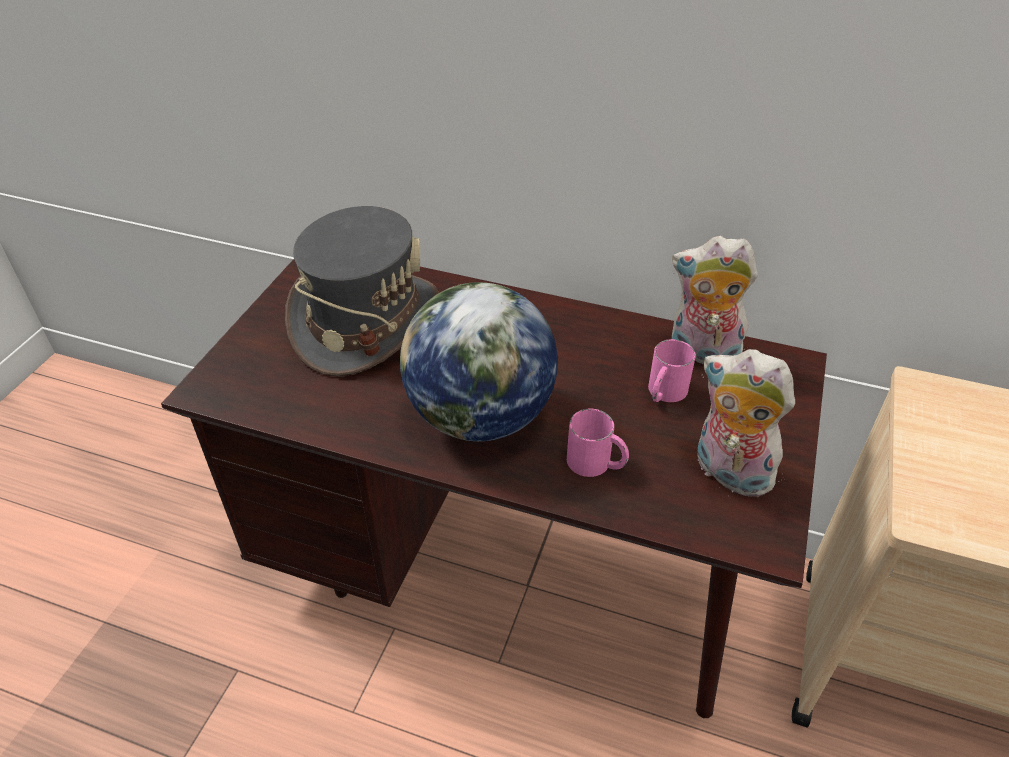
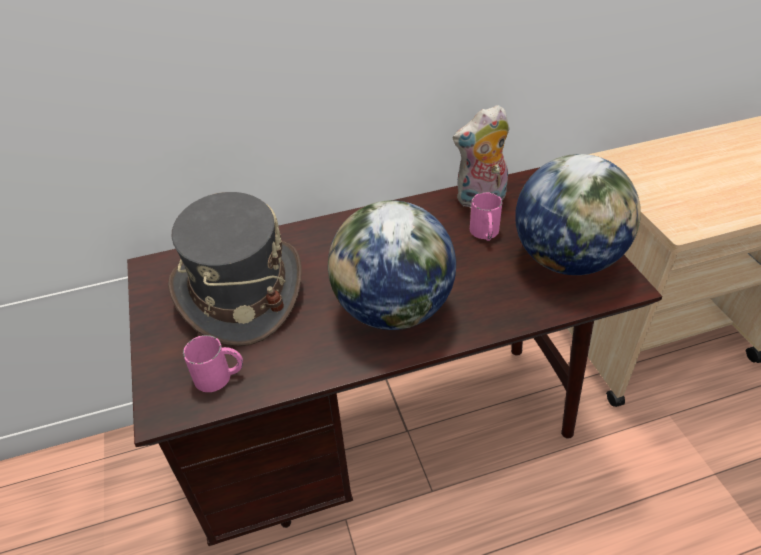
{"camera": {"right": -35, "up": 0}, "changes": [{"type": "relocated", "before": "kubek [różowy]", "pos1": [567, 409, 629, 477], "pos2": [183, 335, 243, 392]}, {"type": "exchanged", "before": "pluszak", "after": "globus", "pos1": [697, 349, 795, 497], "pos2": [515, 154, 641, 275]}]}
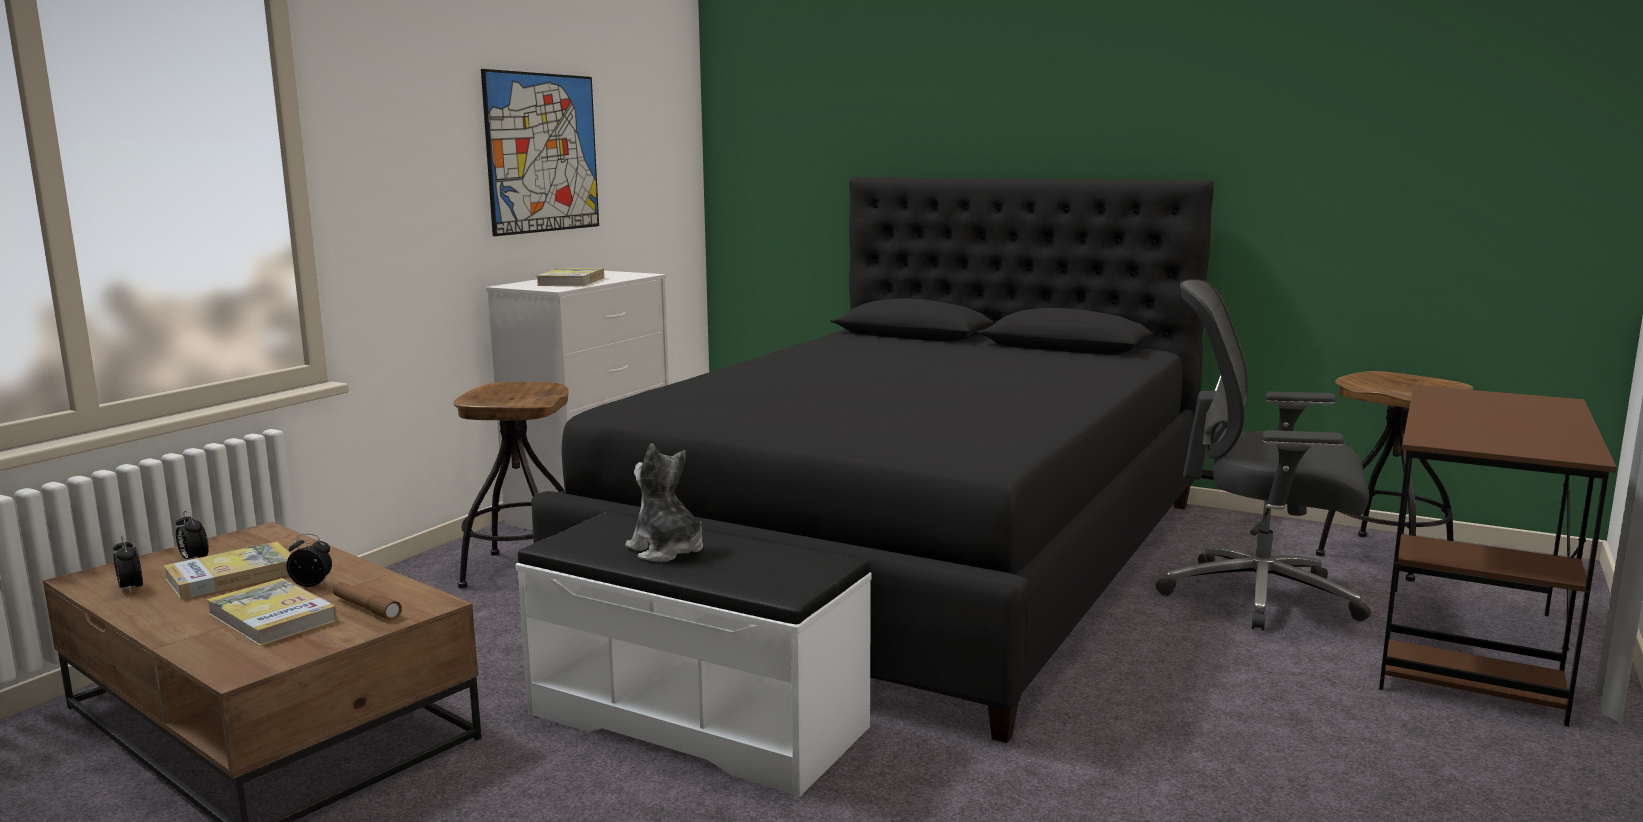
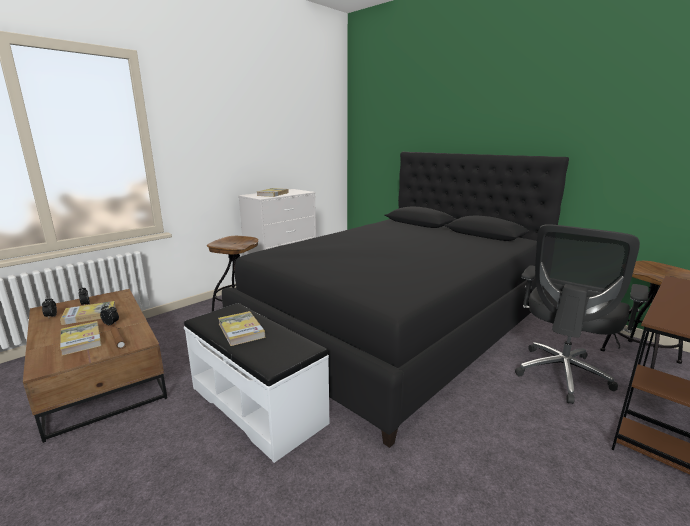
{"camera": {"right": 15, "up": 5}, "changes": [{"type": "exchanged", "before": "pluszak", "after": "książka", "pos1": [625, 443, 703, 562], "pos2": [218, 311, 265, 346]}, {"type": "spun", "before": "krzesło biurowe", "pos1": [1156, 279, 1371, 631], "pos2": [515, 224, 649, 404], "turn": -90}, {"type": "missing", "before": "obraz", "pos1": [481, 69, 599, 236]}]}
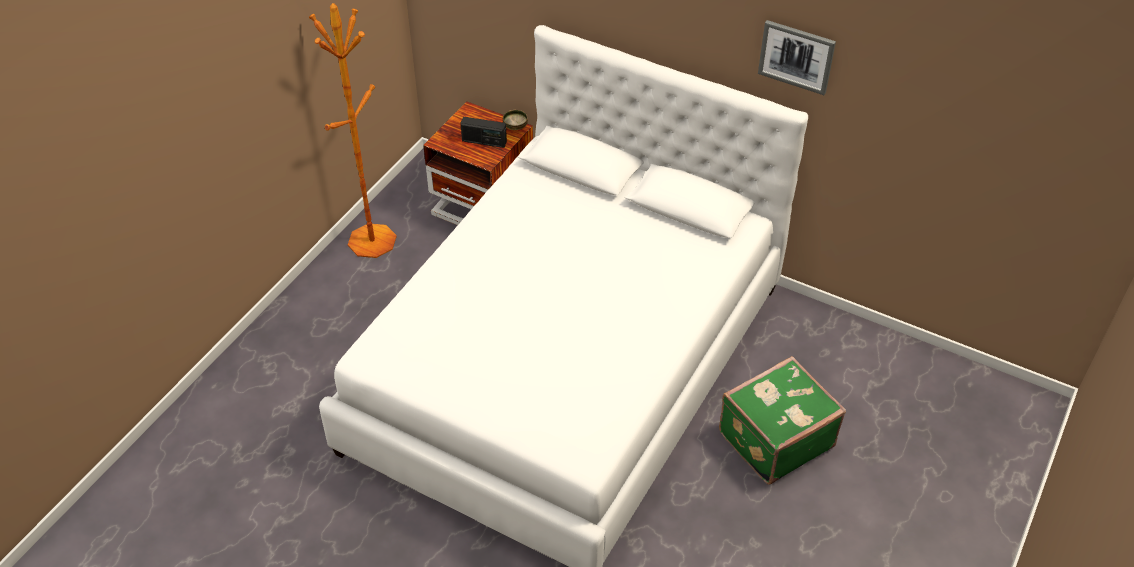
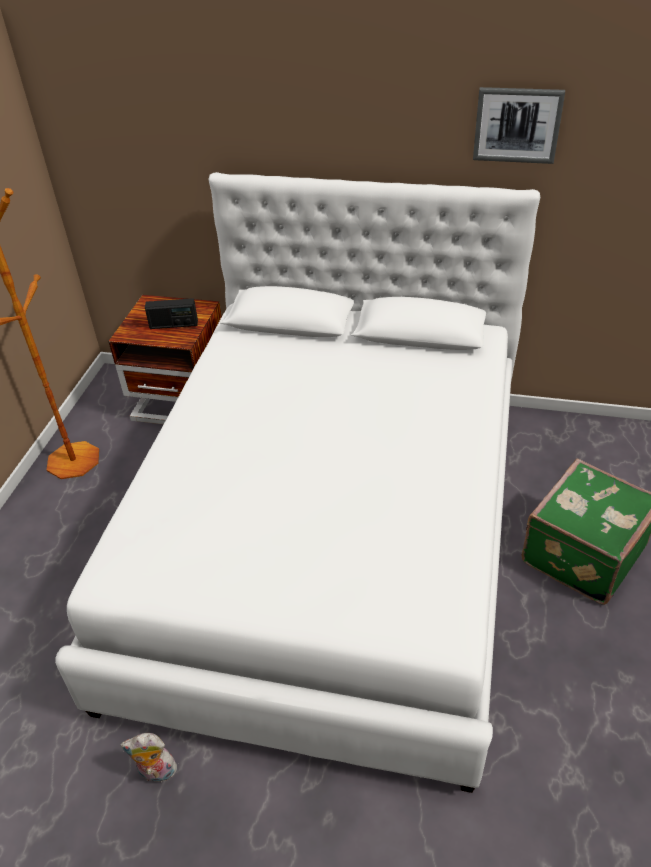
{"camera": {"right": -15, "up": -5}, "changes": [{"type": "appeared", "after": "pluszak", "pos2": [120, 733, 177, 782]}, {"type": "missing", "before": "miska", "pos1": [503, 110, 528, 130]}]}
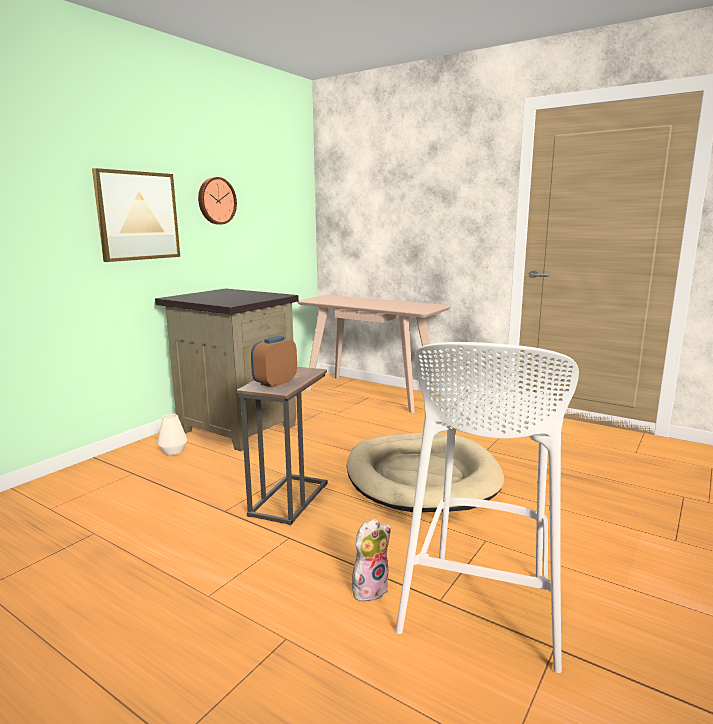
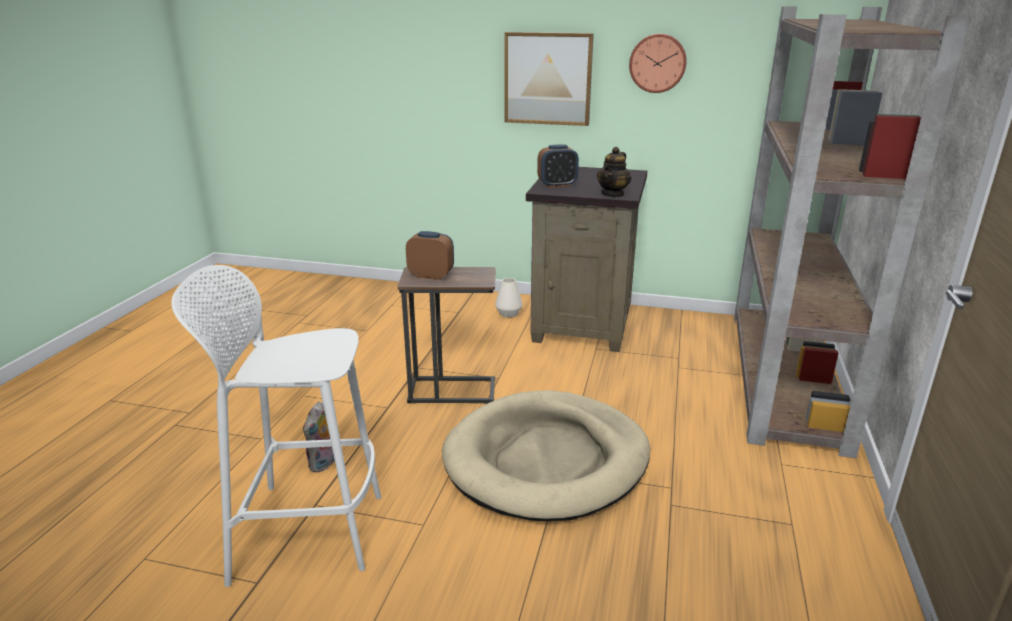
{"camera": {"right": 70, "up": 10}, "changes": [{"type": "spun", "before": "pluszak", "pos1": [352, 519, 391, 602], "pos2": [303, 401, 335, 473], "turn": 75}, {"type": "appeared", "after": "budzik", "pos2": [537, 145, 579, 188]}, {"type": "appeared", "after": "imbryk", "pos2": [597, 147, 631, 198]}, {"type": "exchanged", "before": "stolik konsolowy [beżowy]", "after": "regał [brązowy]", "pos1": [297, 295, 451, 413], "pos2": [734, 6, 971, 458]}]}
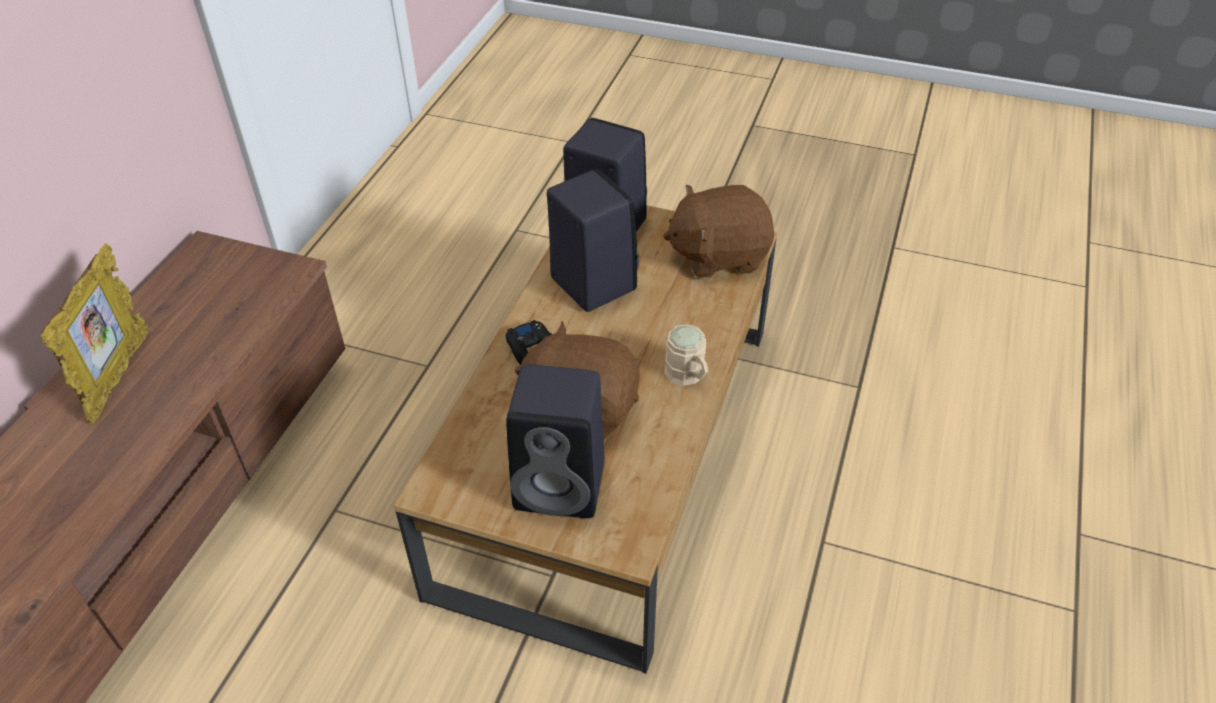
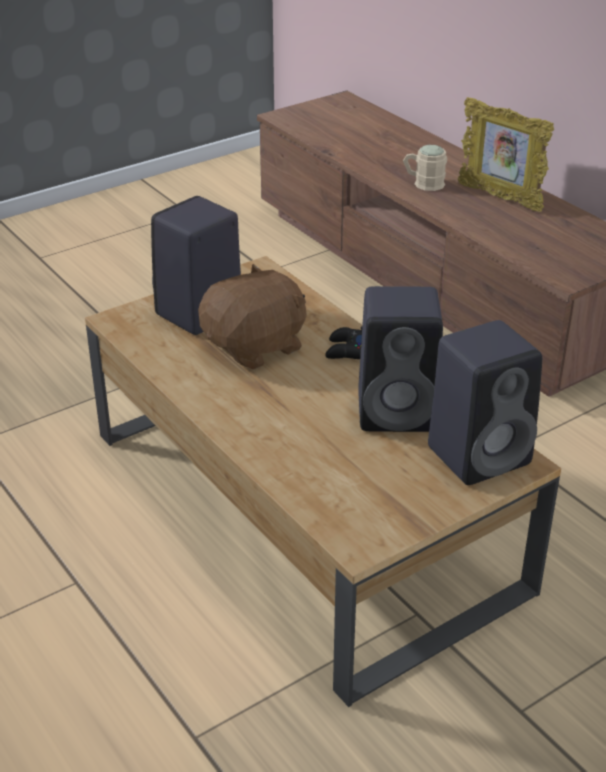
{"camera": {"right": 125, "up": -10}, "changes": [{"type": "relocated", "before": "kubek [beżowy]", "pos1": [664, 324, 708, 386], "pos2": [403, 145, 447, 191]}, {"type": "missing", "before": "pluszak [brązowy]", "pos1": [663, 185, 774, 278]}]}
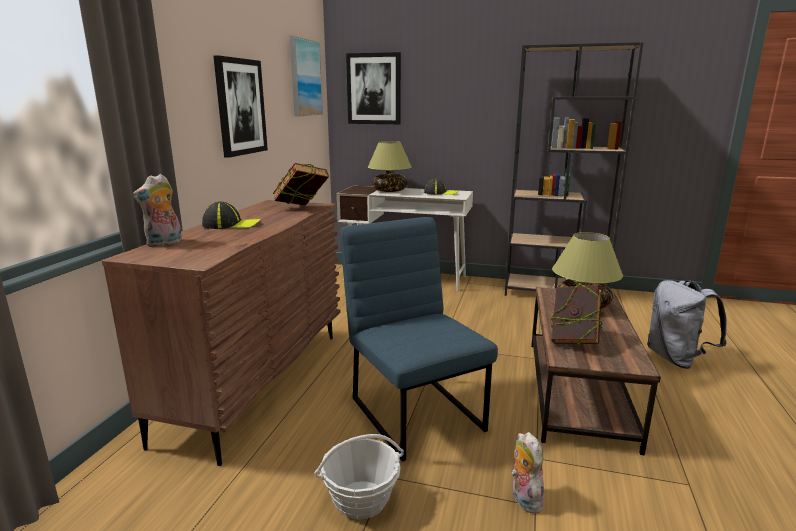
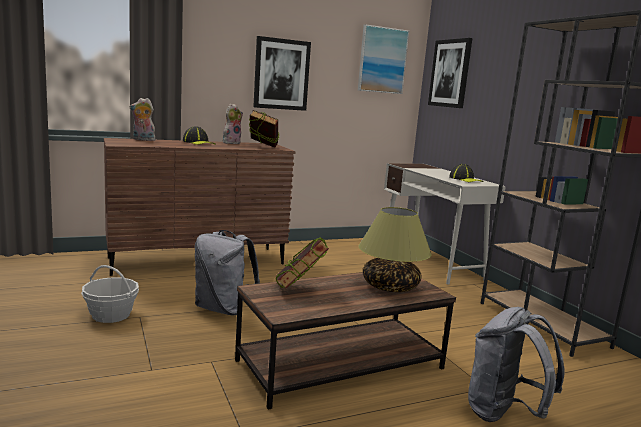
{"camera": {"right": 50, "up": -5}, "changes": [{"type": "exchanged", "before": "krzesło [niebieski]", "after": "plecak [szary]", "pos1": [340, 217, 498, 462], "pos2": [195, 230, 260, 315]}, {"type": "relocated", "before": "pluszak", "pos1": [511, 432, 546, 514], "pos2": [223, 104, 243, 144]}, {"type": "missing", "before": "lampa stołowa", "pos1": [368, 141, 412, 192]}]}
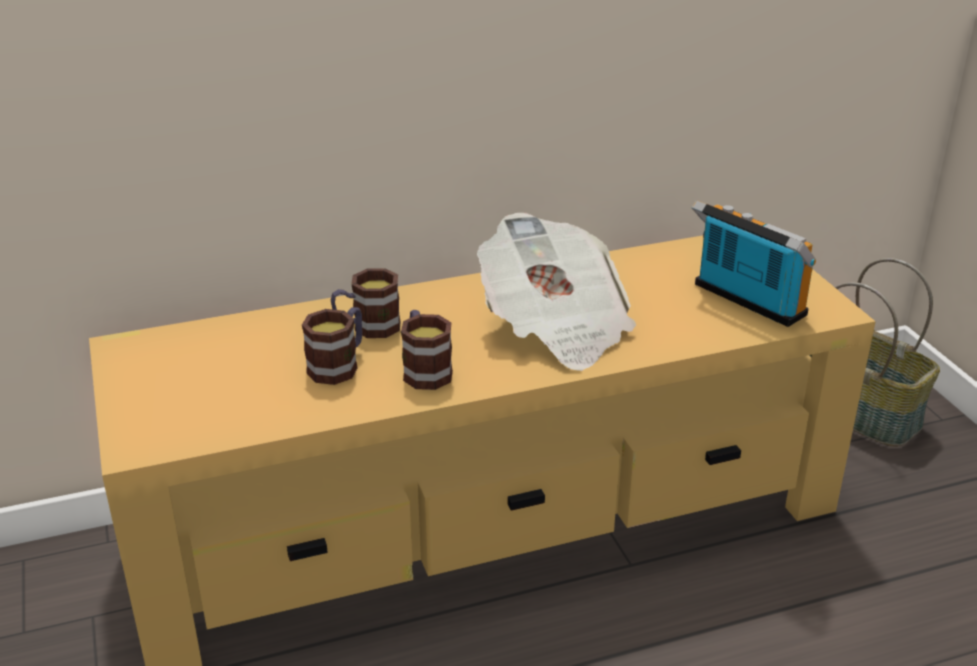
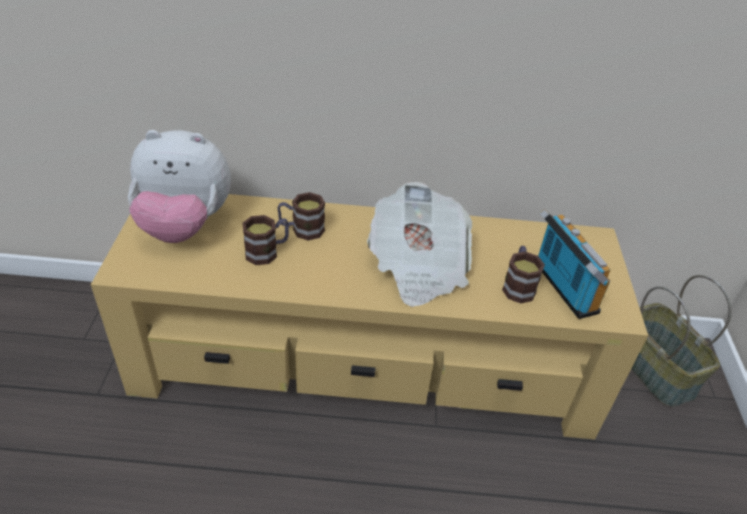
{"camera": {"right": 20, "up": 10}, "changes": [{"type": "appeared", "after": "pluszak", "pos2": [128, 130, 231, 243]}, {"type": "relocated", "before": "kubek", "pos1": [401, 310, 453, 390], "pos2": [502, 246, 545, 303]}]}
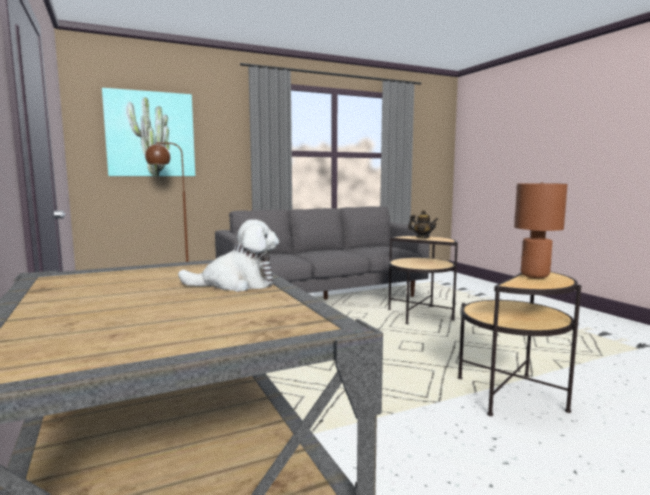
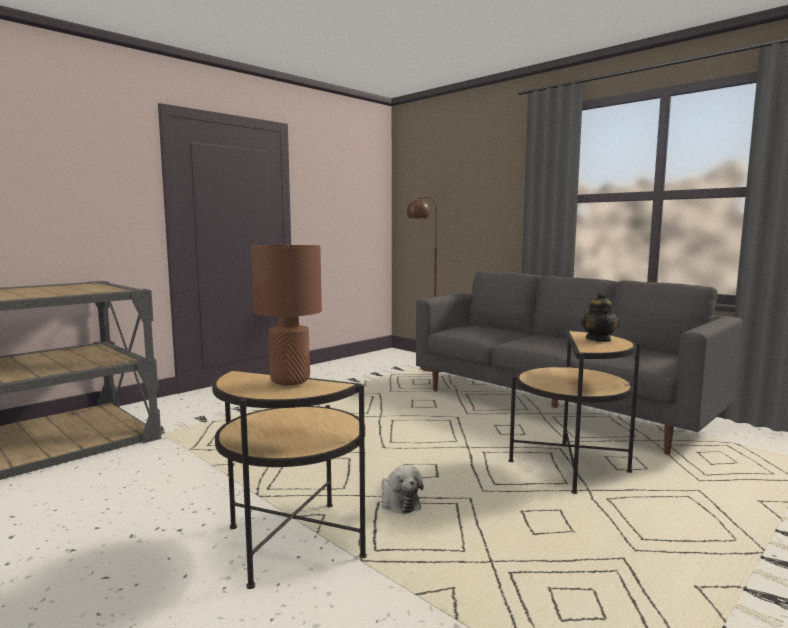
{"camera": {"right": 70, "up": 0}, "changes": [{"type": "relocated", "before": "pluszak", "pos1": [178, 219, 279, 292], "pos2": [381, 465, 423, 514]}, {"type": "missing", "before": "obraz", "pos1": [102, 88, 195, 176]}]}
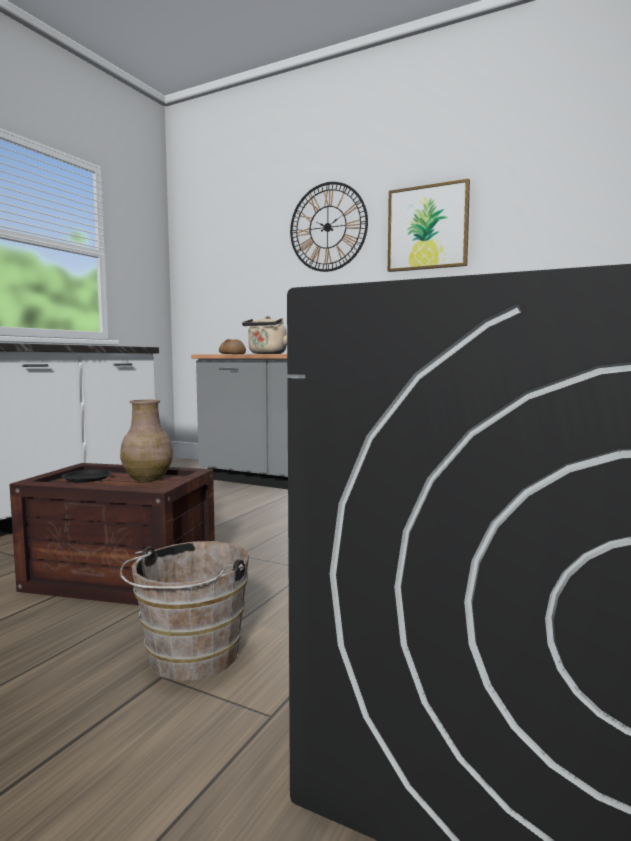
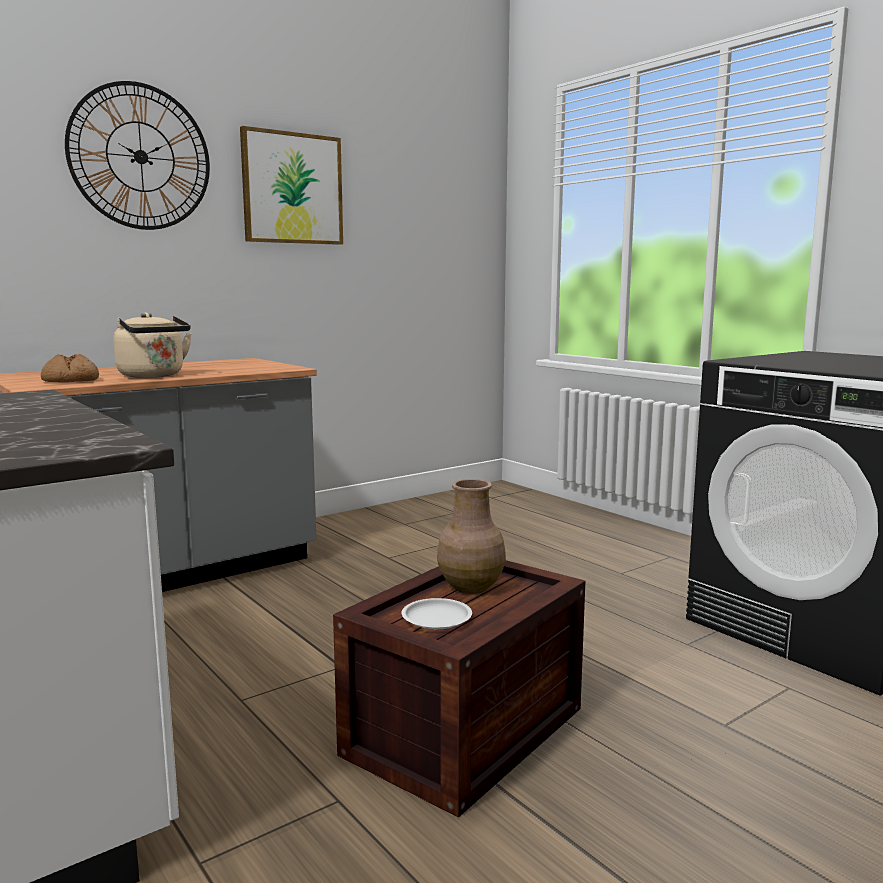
{"camera": {"right": -65, "up": 5}, "changes": [{"type": "colour", "before": "talerz [czarny]", "after": "talerz [biały]", "pos1": [61, 469, 112, 483], "pos2": [401, 598, 472, 629]}, {"type": "missing", "before": "wiadro [brązowy]", "pos1": [120, 541, 249, 681]}]}
